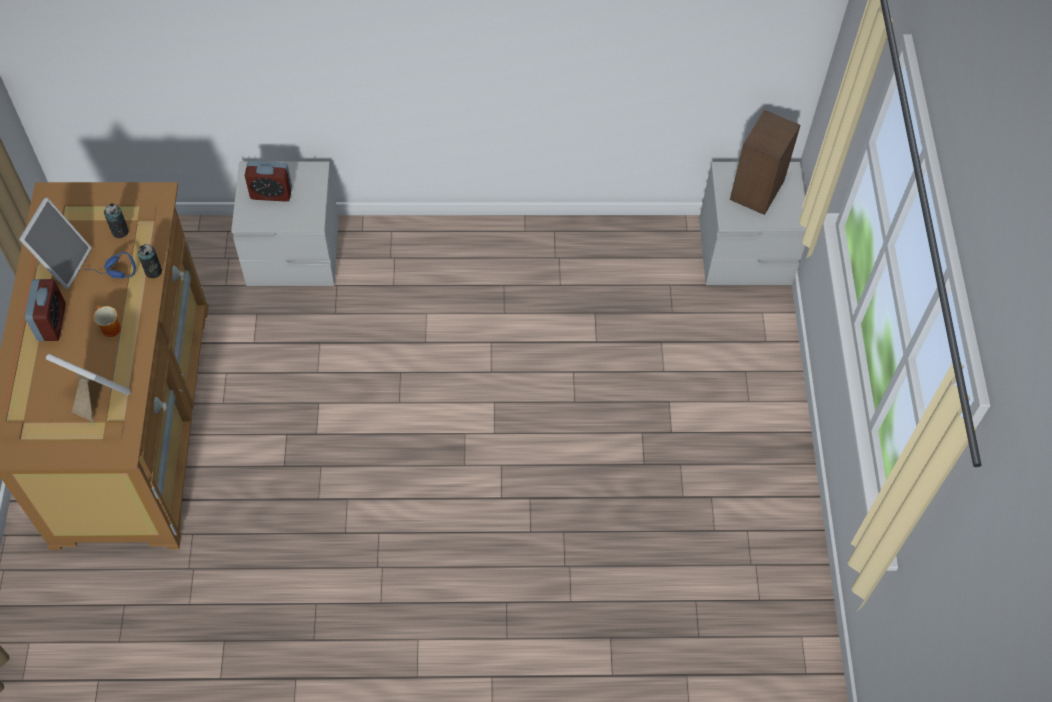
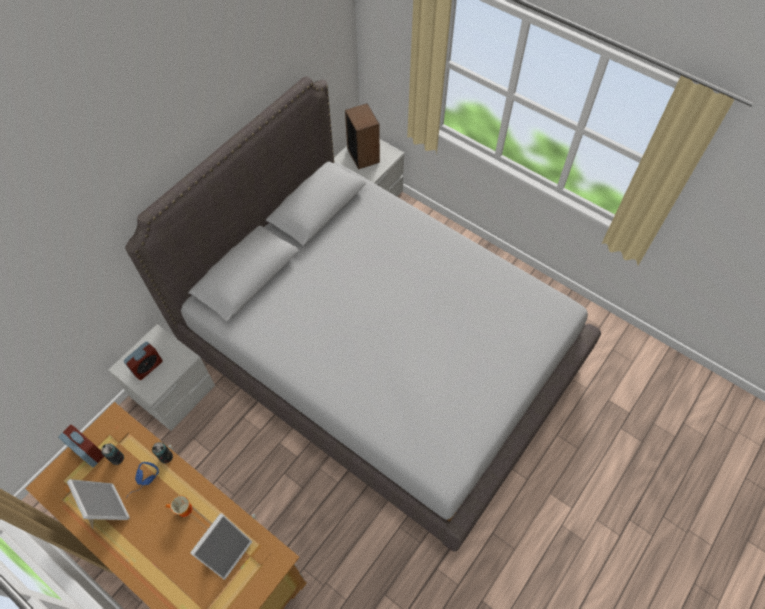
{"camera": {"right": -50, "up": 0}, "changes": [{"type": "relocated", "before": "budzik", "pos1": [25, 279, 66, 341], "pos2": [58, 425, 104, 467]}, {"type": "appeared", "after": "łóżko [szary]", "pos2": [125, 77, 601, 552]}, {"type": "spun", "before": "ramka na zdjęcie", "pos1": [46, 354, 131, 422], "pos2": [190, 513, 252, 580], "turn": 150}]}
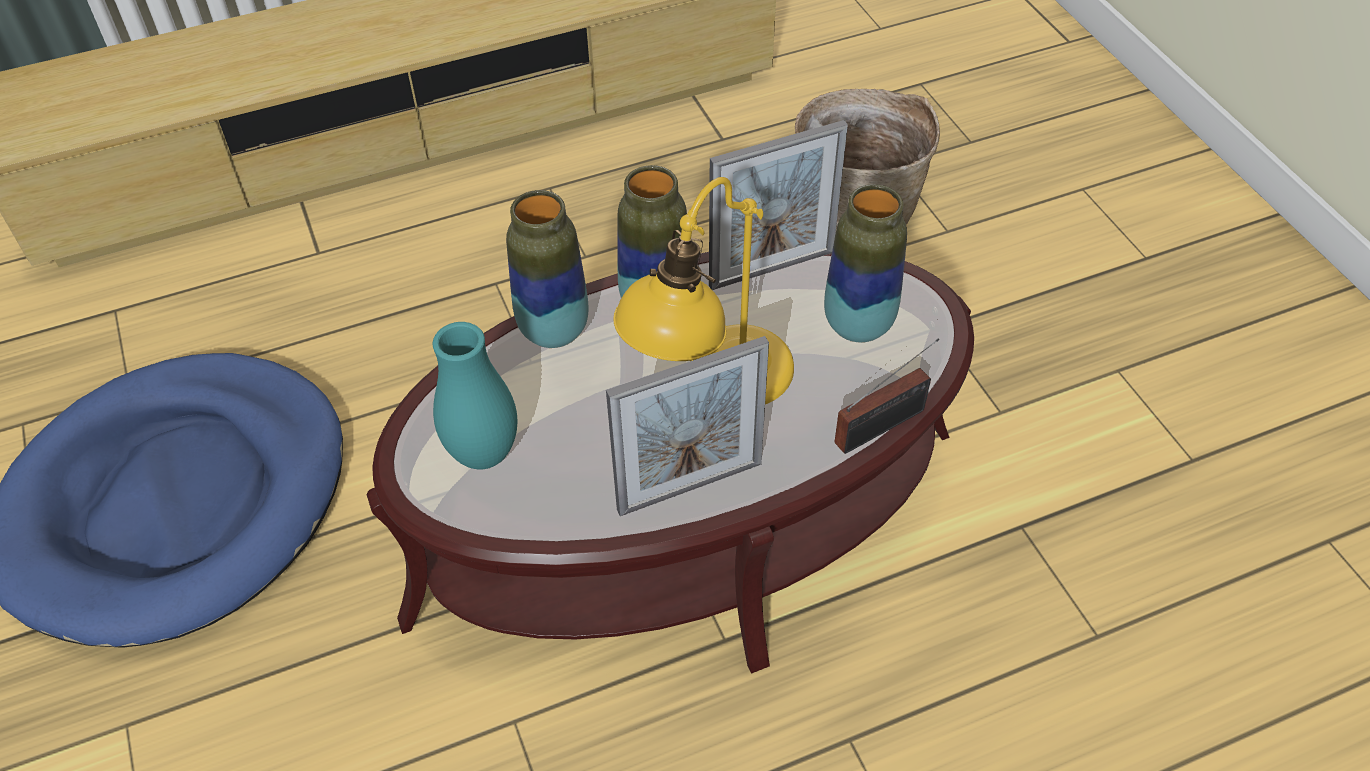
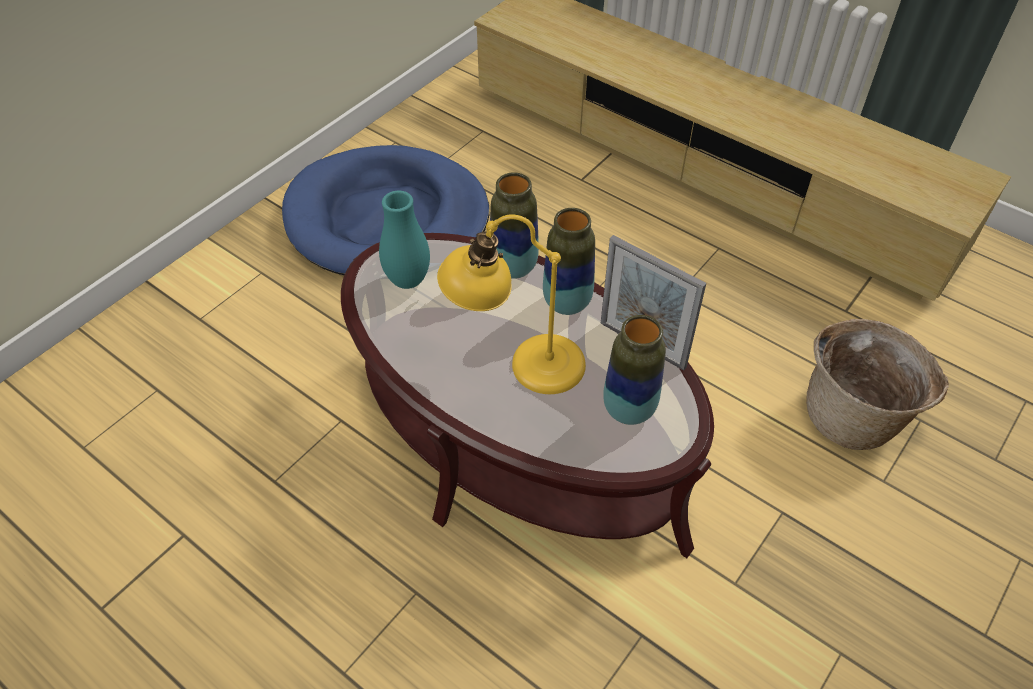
{"camera": {"right": 60, "up": 0}, "changes": [{"type": "missing", "before": "ramka na zdjęcie", "pos1": [606, 336, 769, 516]}, {"type": "missing", "before": "radio", "pos1": [835, 338, 940, 454]}]}
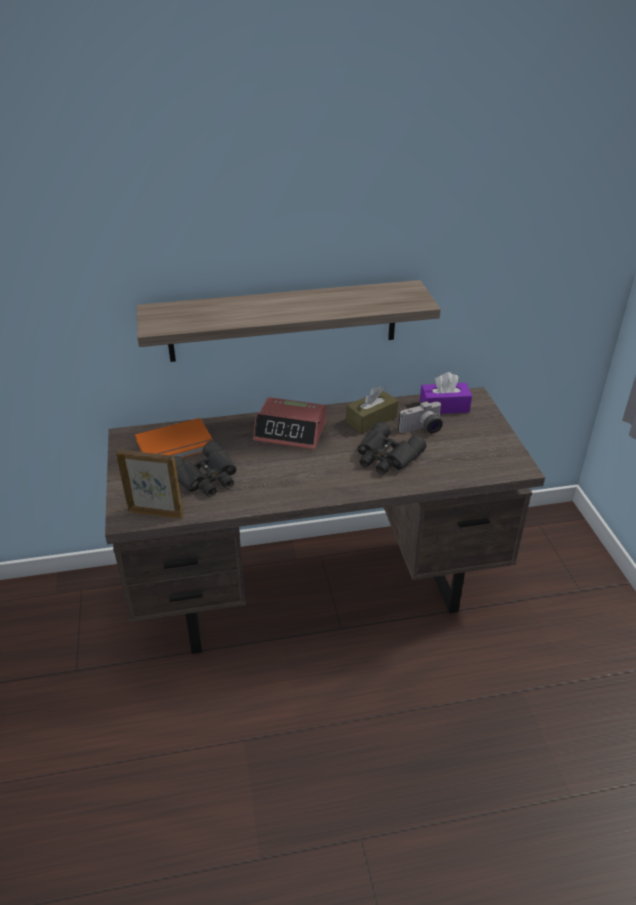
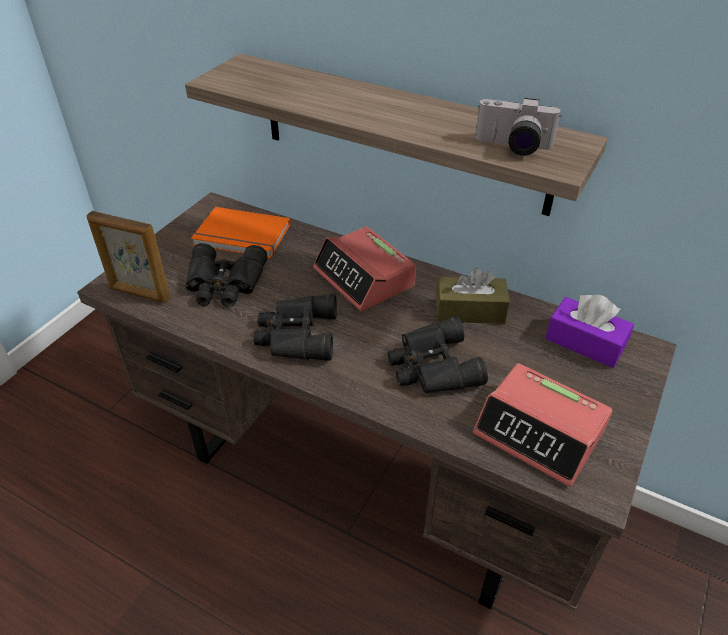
{"camera": {"right": 40, "up": 5}, "changes": [{"type": "spun", "before": "ramka na zdjęcie", "pos1": [116, 450, 183, 519], "pos2": [86, 211, 171, 303], "turn": 150}, {"type": "appeared", "after": "lornetka [czarny]", "pos2": [253, 294, 337, 361]}, {"type": "appeared", "after": "budzik", "pos2": [473, 363, 612, 487]}, {"type": "relocated", "before": "aparat fotograficzny", "pos1": [398, 401, 443, 434], "pos2": [475, 98, 562, 156]}]}
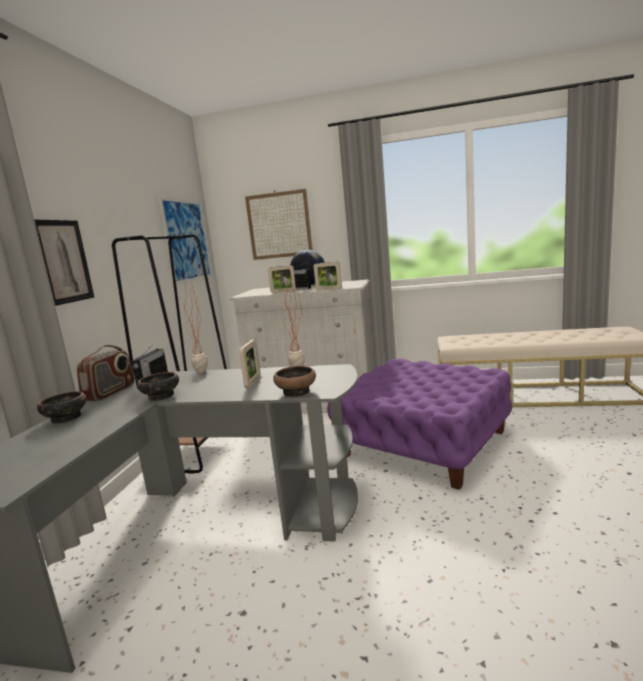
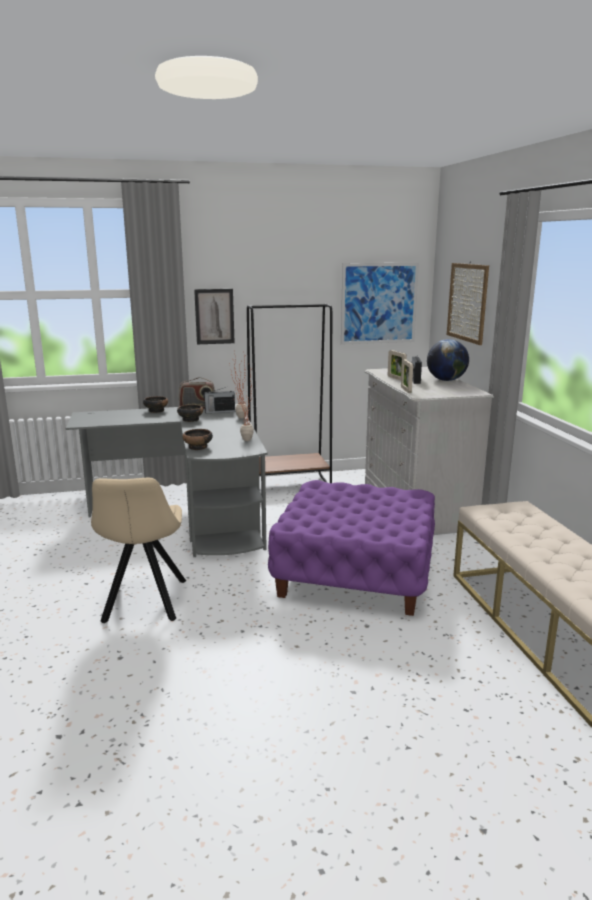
{"camera": {"right": 65, "up": 5}, "changes": [{"type": "appeared", "after": "krzesło [beżowy]", "pos2": [91, 478, 186, 623]}, {"type": "missing", "before": "ramka na zdjęcie", "pos1": [239, 340, 261, 388]}]}
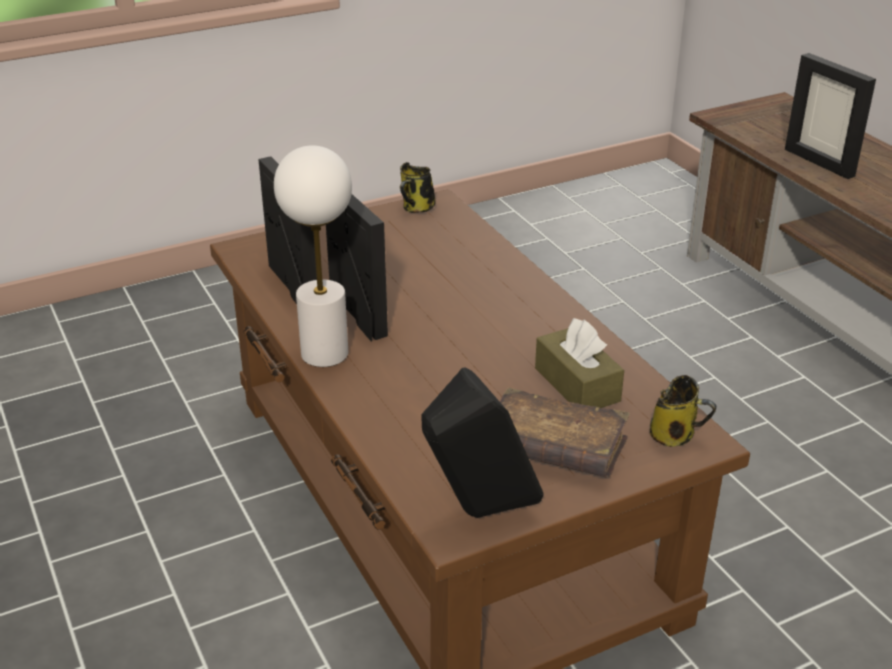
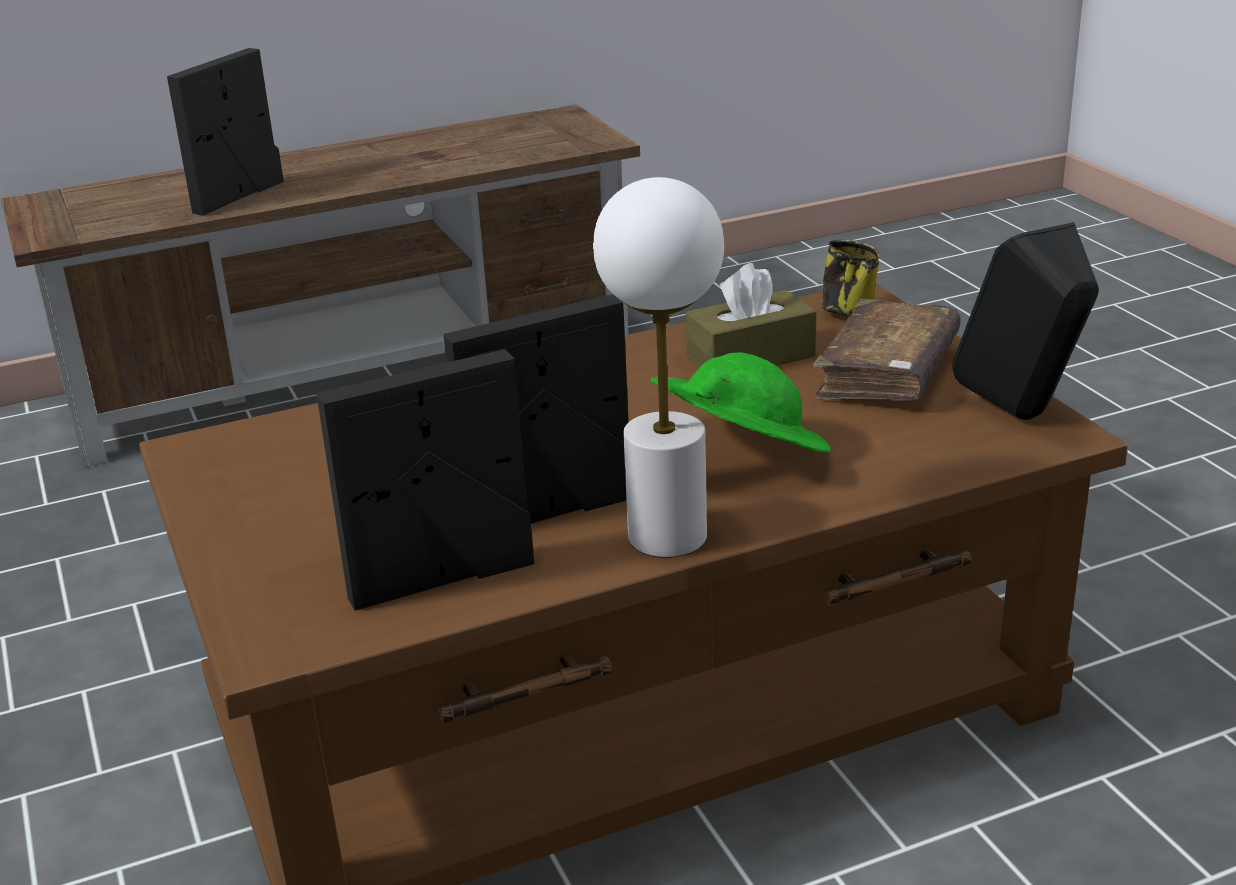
{"camera": {"right": -85, "up": -5}, "changes": [{"type": "spun", "before": "ramka na zdjęcie", "pos1": [785, 53, 876, 179], "pos2": [167, 48, 284, 216], "turn": 150}, {"type": "appeared", "after": "kapelusz [zielony]", "pos2": [650, 352, 831, 453]}, {"type": "missing", "before": "kubek", "pos1": [400, 162, 436, 213]}]}
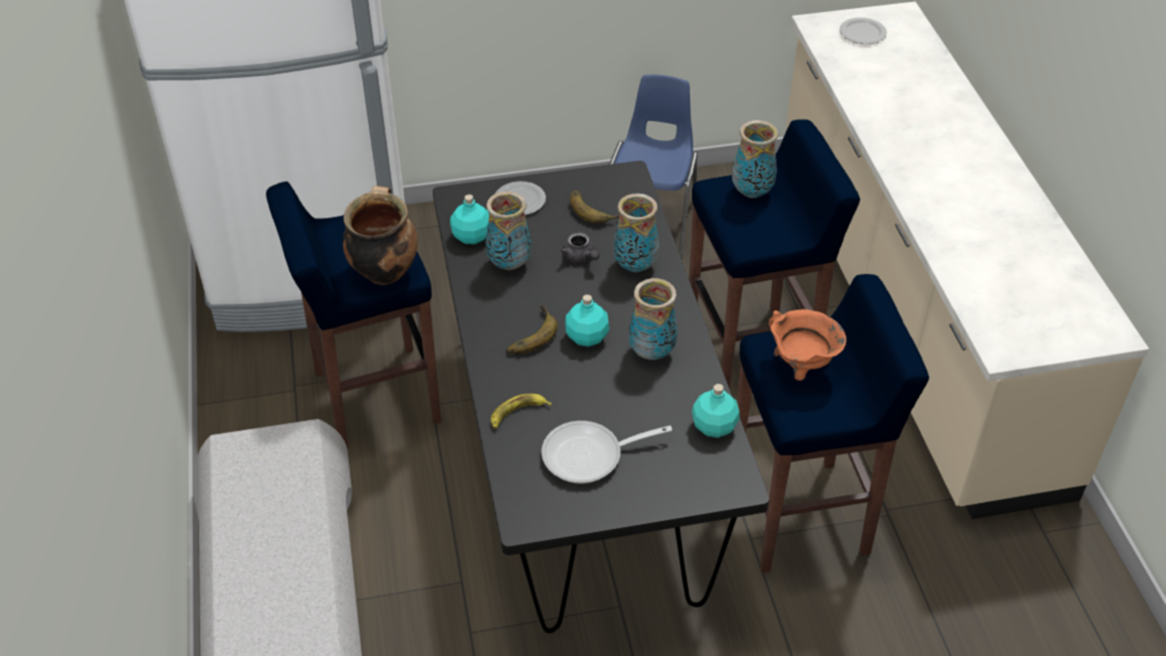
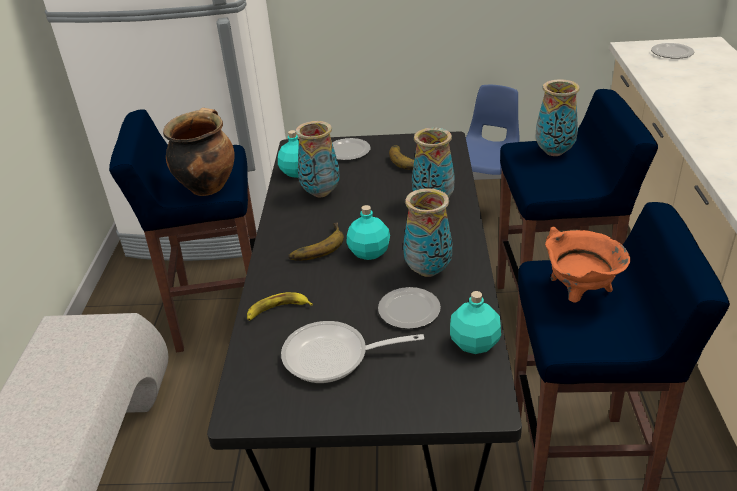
{"camera": {"right": 15, "up": -10}, "changes": [{"type": "appeared", "after": "talerz", "pos2": [378, 287, 441, 329]}, {"type": "missing", "before": "imbryk [szary]", "pos1": [561, 233, 599, 263]}]}
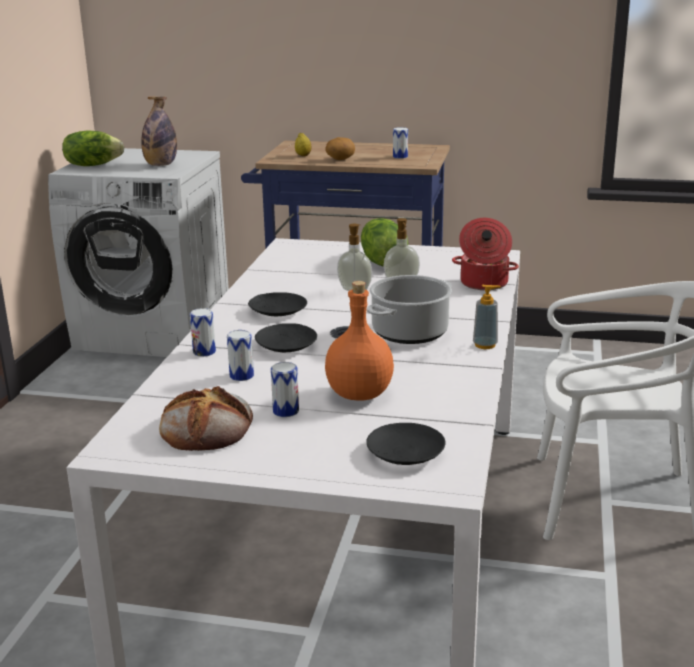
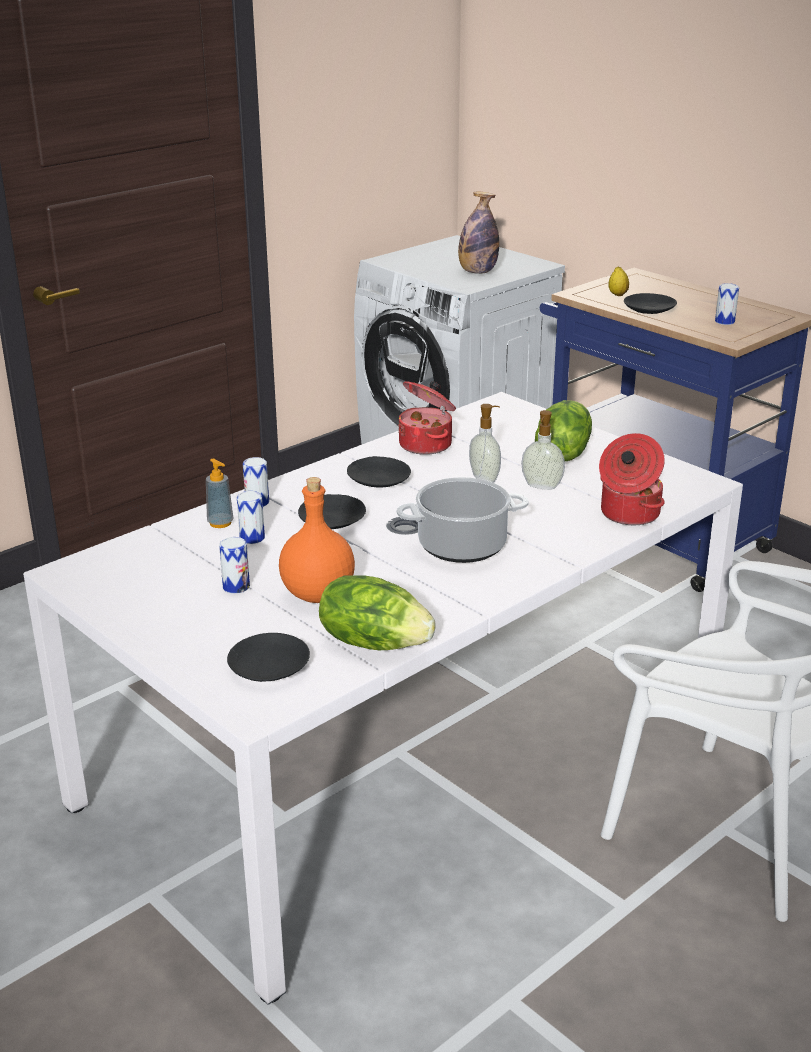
{"camera": {"right": 35, "up": 5}, "changes": [{"type": "relocated", "before": "dozownik mydła", "pos1": [473, 285, 501, 349], "pos2": [206, 459, 234, 528]}, {"type": "relocated", "before": "sałata", "pos1": [62, 130, 124, 166], "pos2": [319, 575, 436, 650]}, {"type": "appeared", "after": "garnek", "pos2": [398, 381, 456, 455]}, {"type": "exchanged", "before": "ziemniak", "after": "talerz [czarny]", "pos1": [325, 137, 355, 160], "pos2": [624, 293, 677, 314]}, {"type": "missing", "before": "chleb", "pos1": [159, 386, 253, 451]}]}
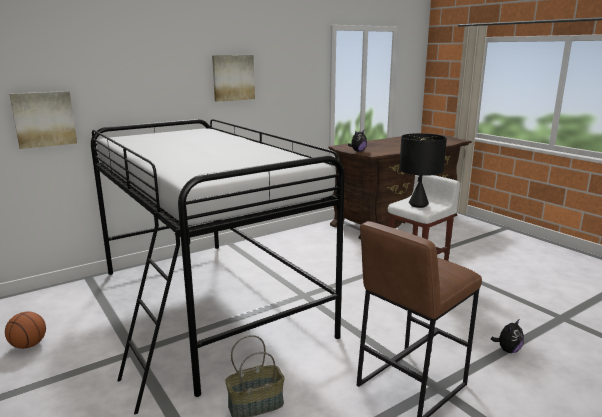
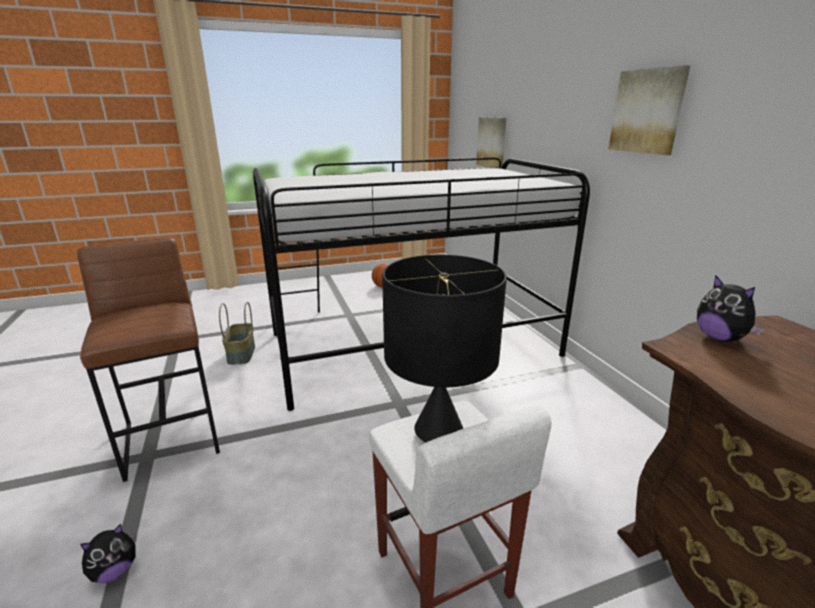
{"camera": {"right": 105, "up": 5}, "changes": [{"type": "spun", "before": "pluszak", "pos1": [491, 319, 524, 353], "pos2": [80, 524, 136, 583], "turn": -105}]}
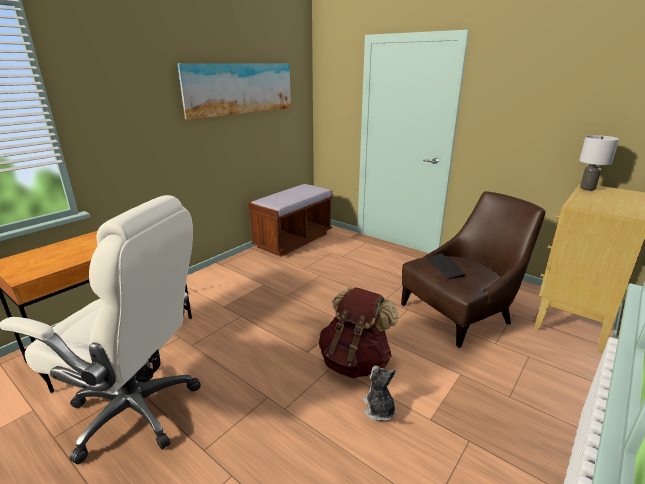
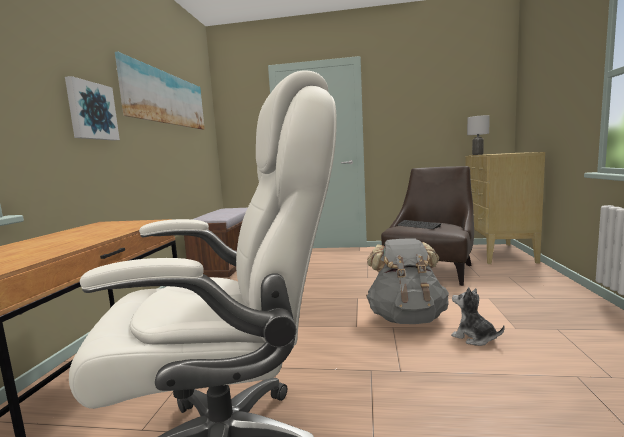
{"camera": {"right": -30, "up": -15}, "changes": [{"type": "appeared", "after": "obraz", "pos2": [65, 76, 120, 141]}, {"type": "colour", "before": "plecak [brązowy]", "after": "plecak [szary]", "pos1": [319, 288, 399, 378], "pos2": [366, 238, 449, 324]}]}
